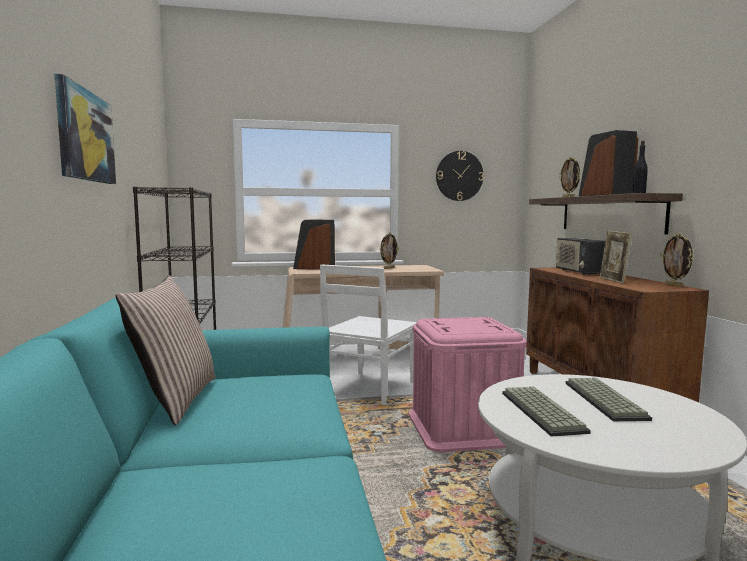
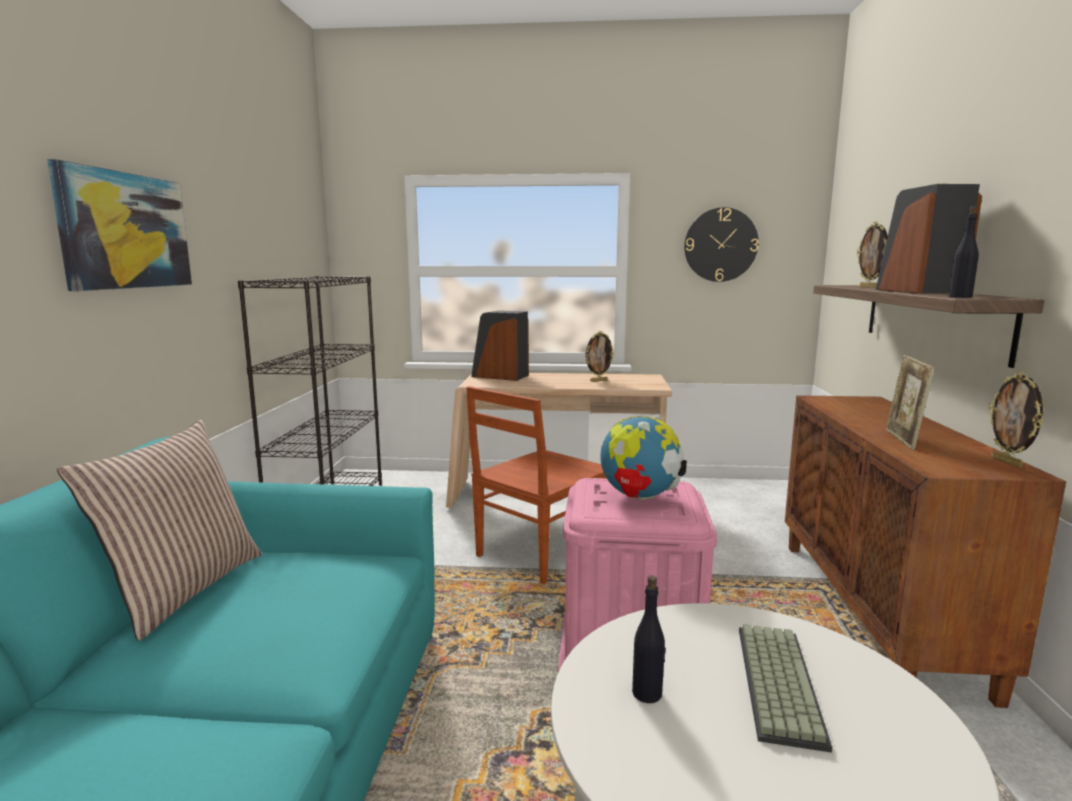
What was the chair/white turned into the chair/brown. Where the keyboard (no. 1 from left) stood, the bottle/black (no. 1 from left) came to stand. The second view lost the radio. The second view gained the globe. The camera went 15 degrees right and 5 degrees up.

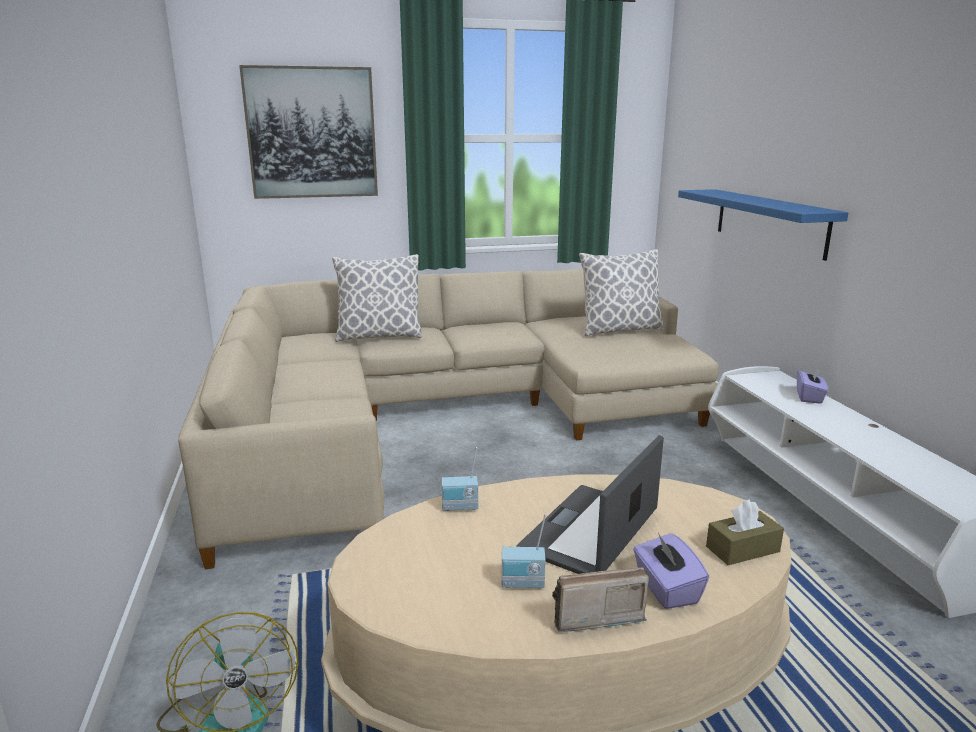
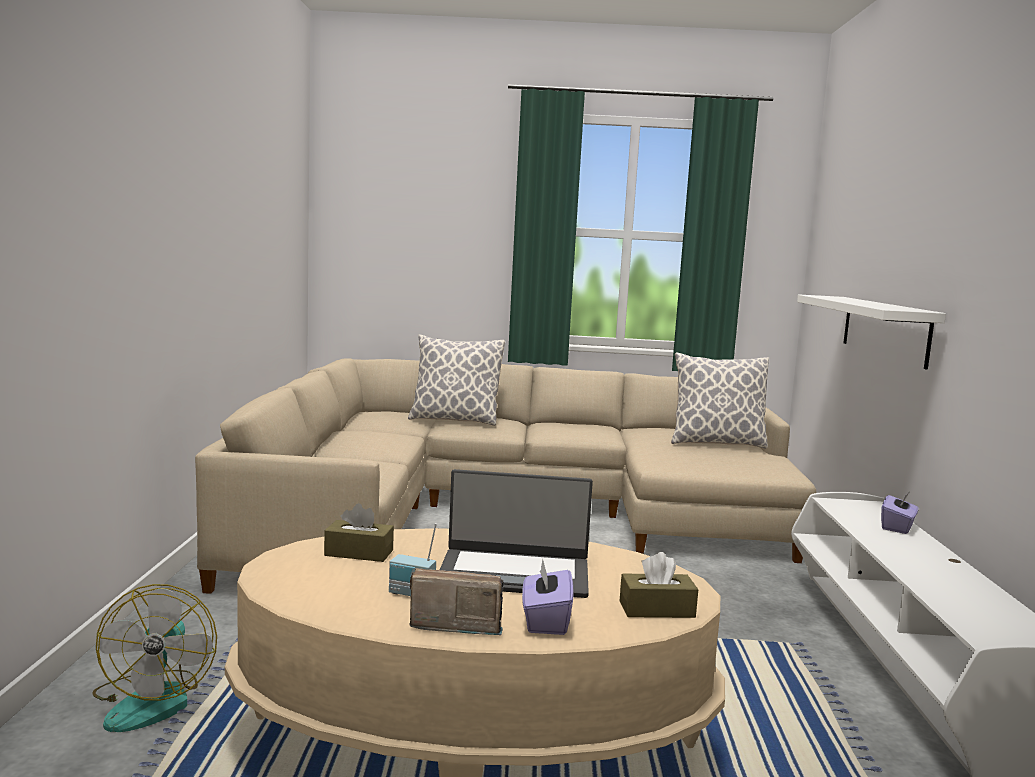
The second view lost the picture. The second view lost the radio (no. 1 from left). The laptop ended up facing another way, 135 degrees counterclockwise from before. What was the shelf/blue turned into the shelf/white. The second view gained the tissue box/brown (no. 1 from left). The camera went 15 degrees right and 10 degrees down.

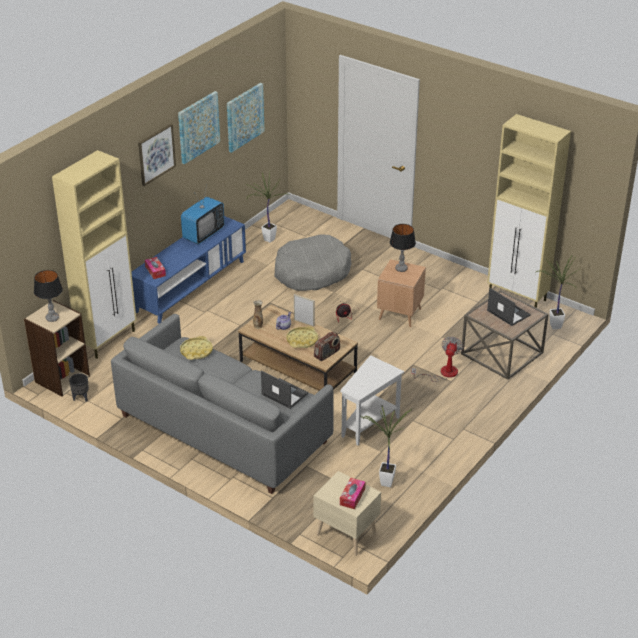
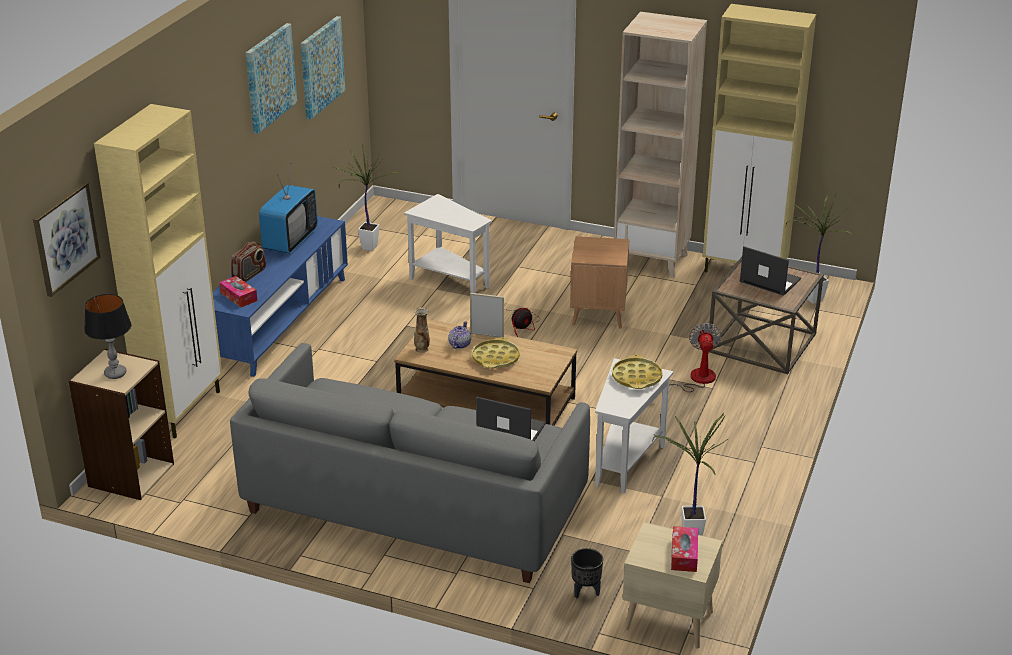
The planter/black ended up elsewhere. The picture (no. 1 from left) ended up elsewhere. The tray/yellow (no. 1 from left in the first image) ended up elsewhere. Where the dog bed/grey stood, the side table/white (no. 1 from left) came to stand. The radio ended up elsewhere. The second view lost the table lamp (no. 2 from left). The second view gained the bookcase/beige (no. 2 from left). The camera went 15 degrees left and 5 degrees down.

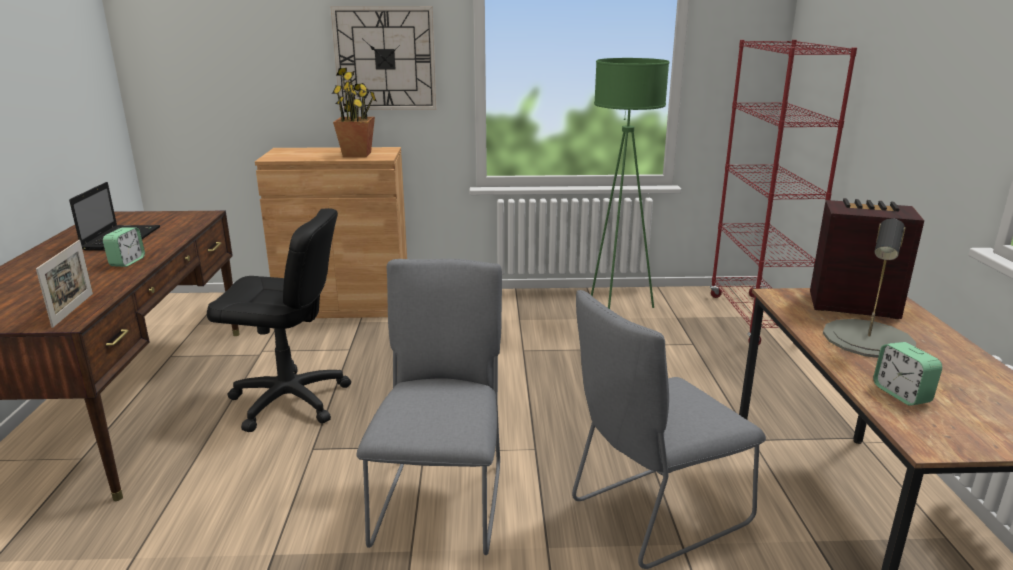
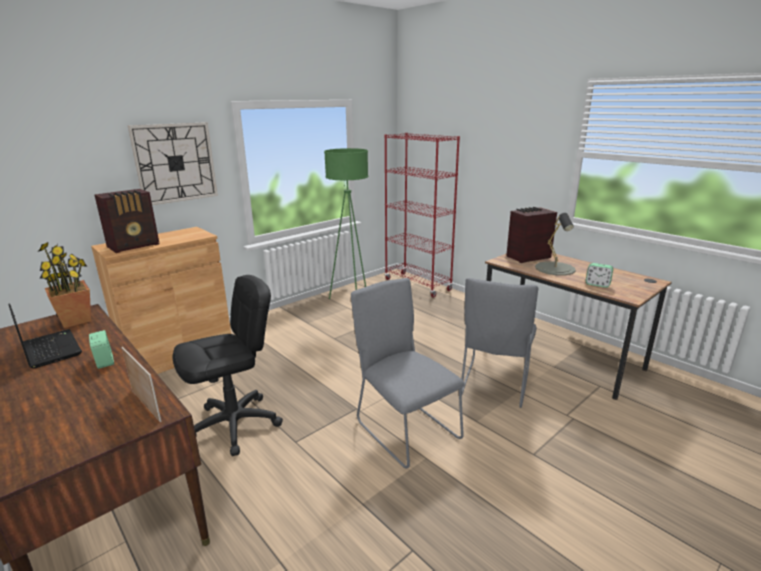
The potted plant ended up elsewhere. The second view gained the radio (no. 1 from left). The camera went 40 degrees left and 0 degrees up.

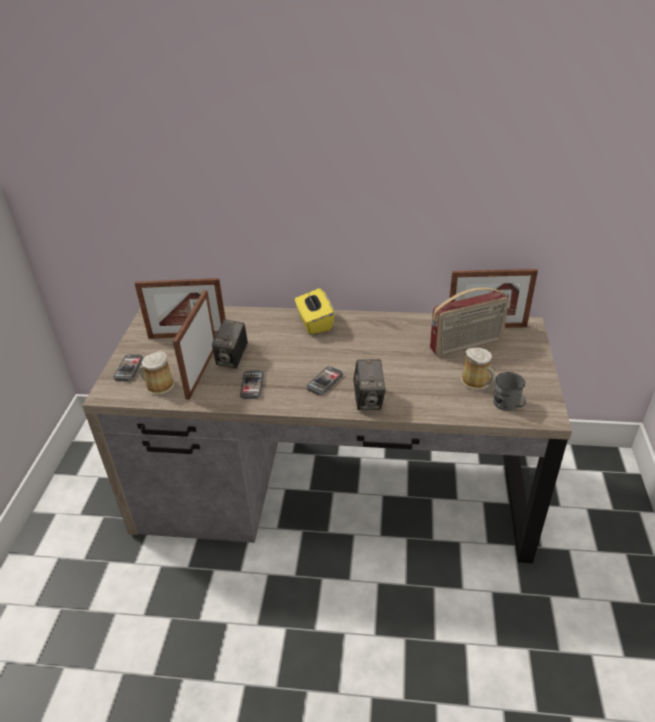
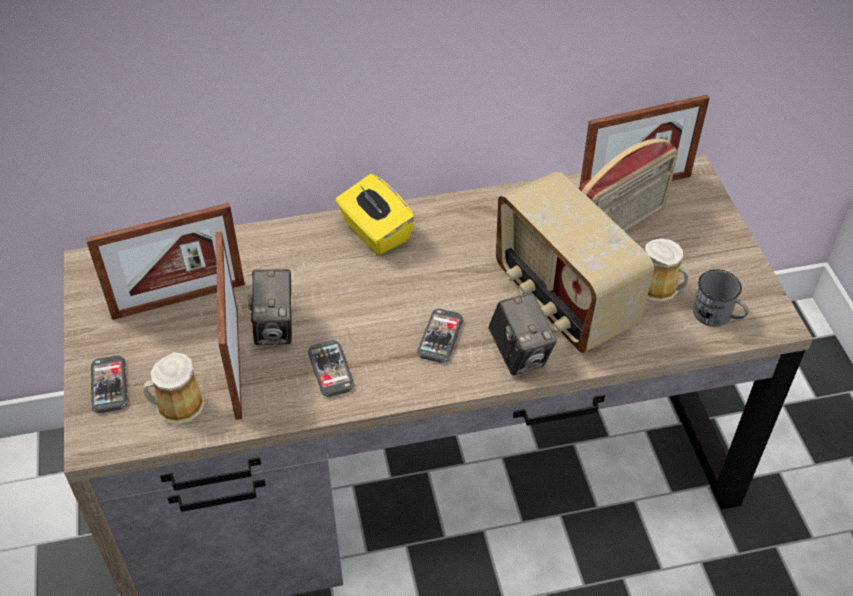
The second view gained the radio (no. 1 from left). The camera went 20 degrees left and 10 degrees up.

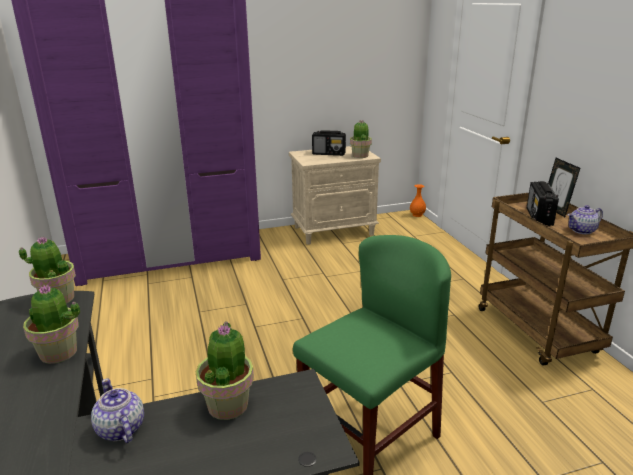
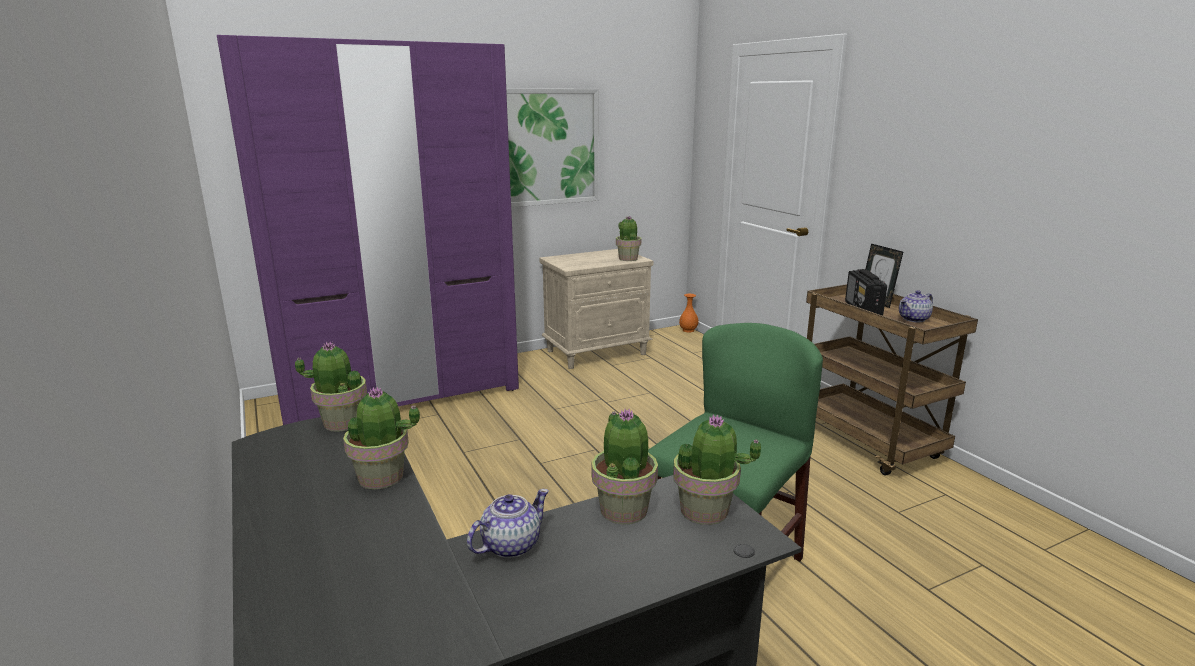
The teapot (no. 1 from left) ended up facing another way, 90 degrees clockwise from before. The second view lost the radio (no. 1 from left). The second view gained the picture. The second view gained the potted plant (no. 5 from left). The camera went 10 degrees left and 5 degrees down.

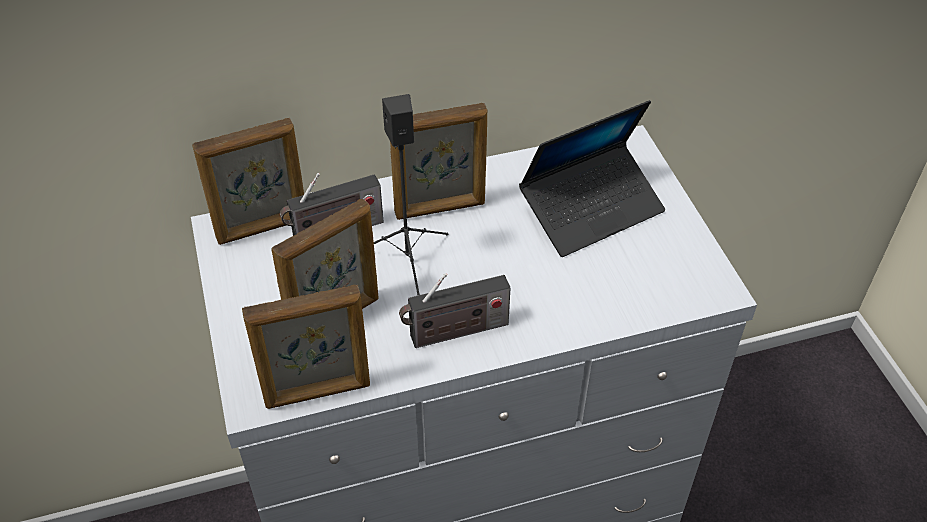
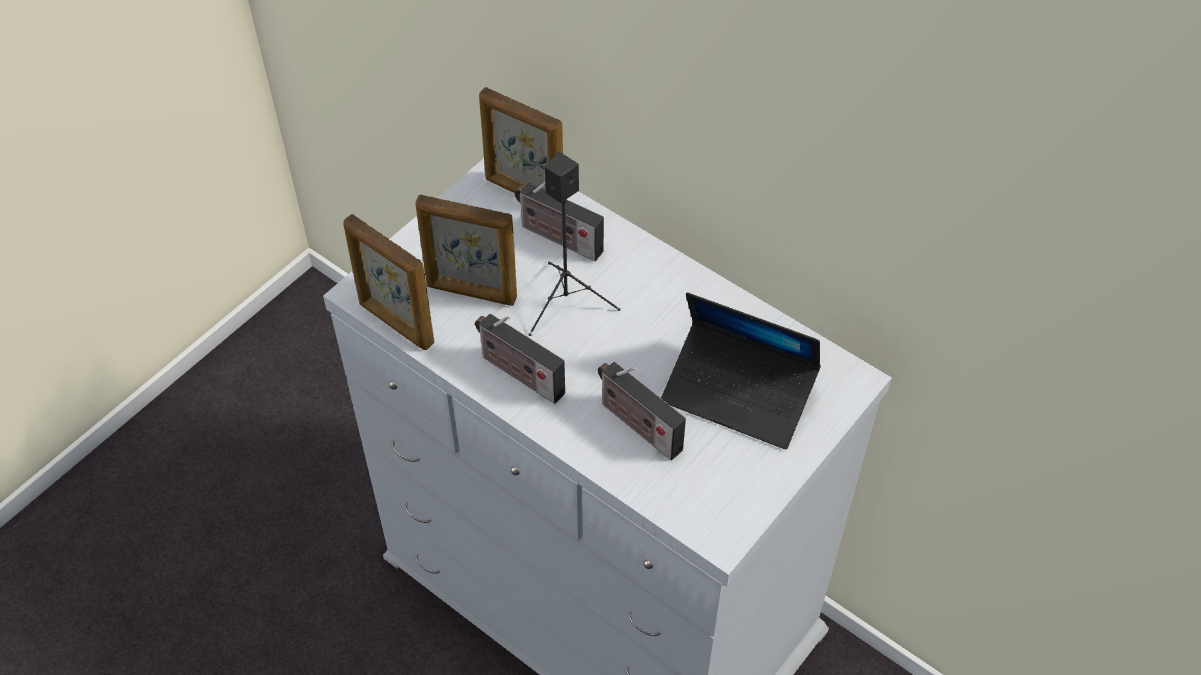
The second view lost the picture frame (no. 4 from left). The second view gained the radio (no. 3 from left). The camera went 55 degrees right and 5 degrees up.

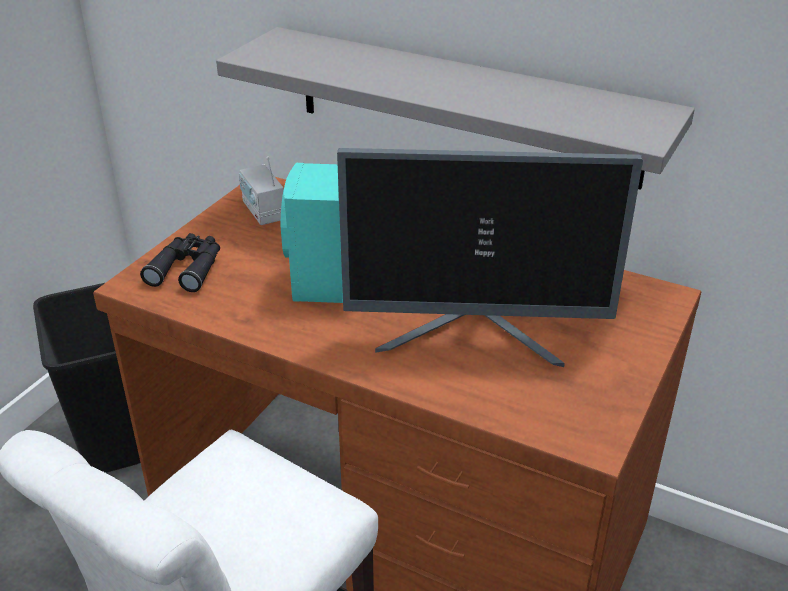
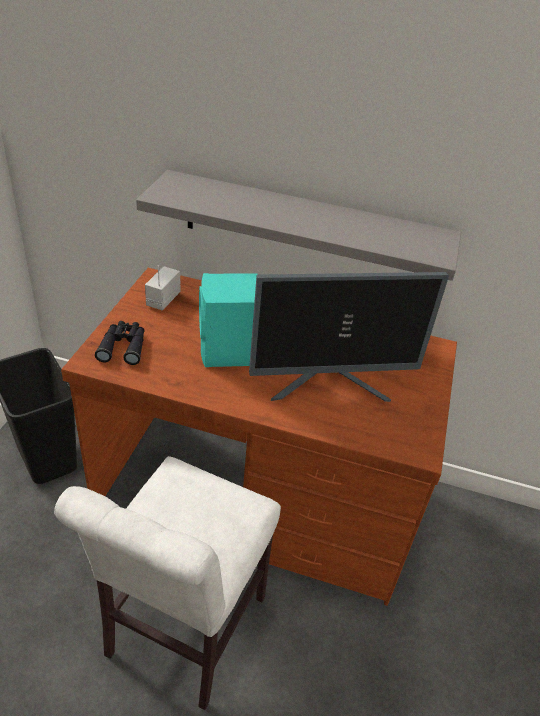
The radio ended up facing another way, 60 degrees clockwise from before. The camera went 15 degrees left and 5 degrees up.

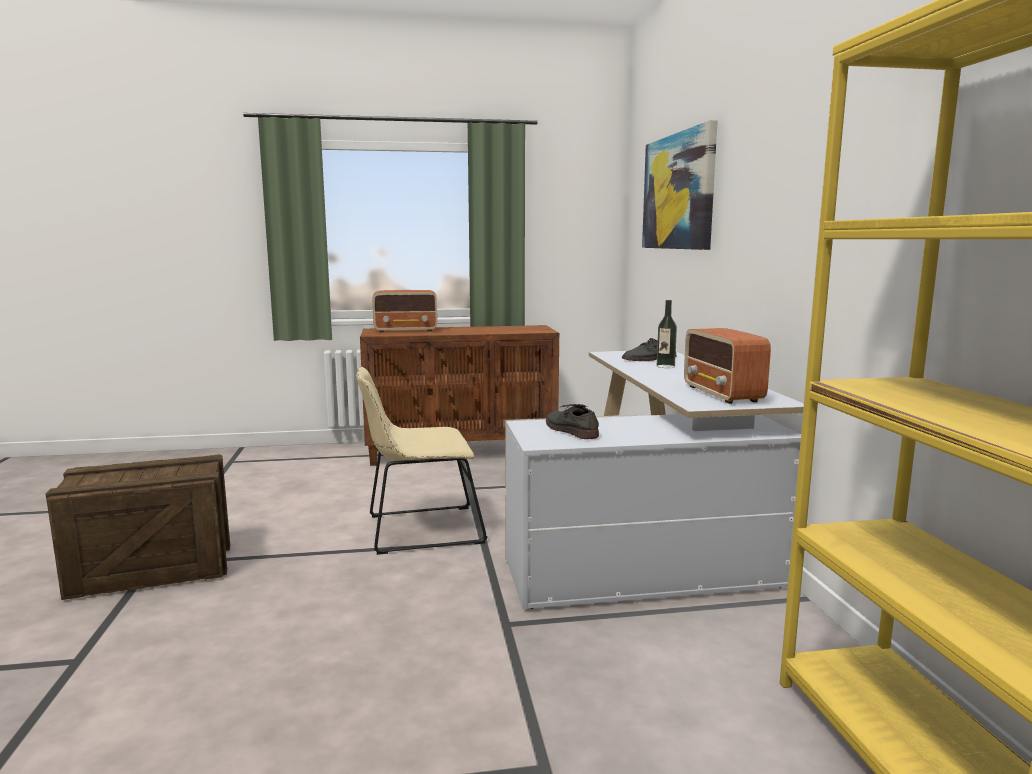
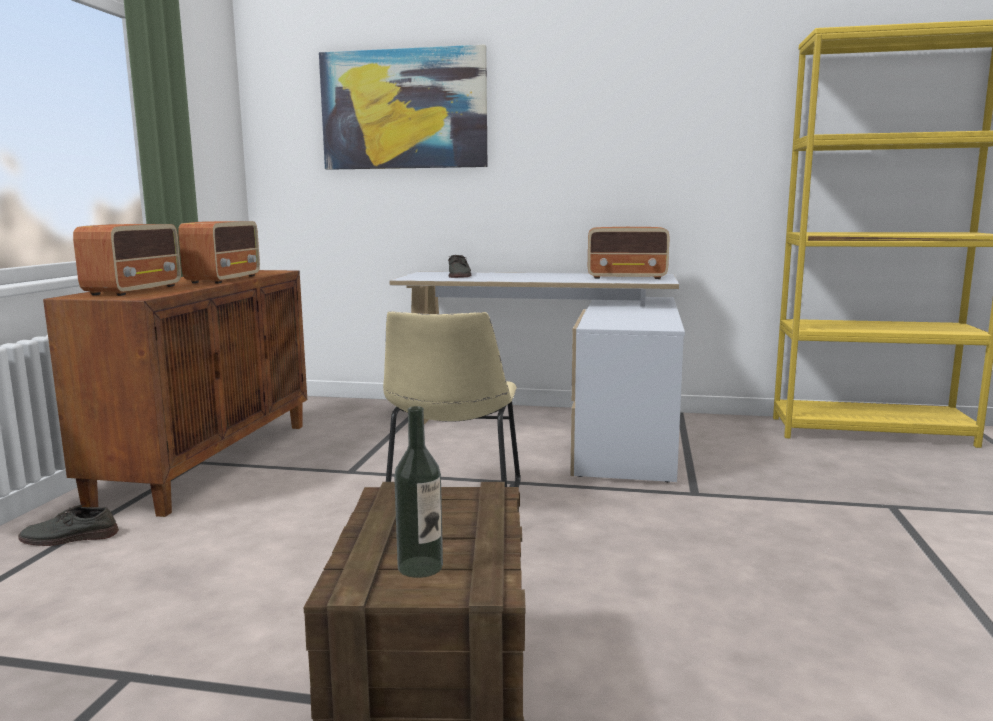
The shoe/grey (no. 1 from left) ended up elsewhere. The bottle ended up elsewhere. The second view gained the radio (no. 2 from left). The camera went 70 degrees left and 0 degrees up.

